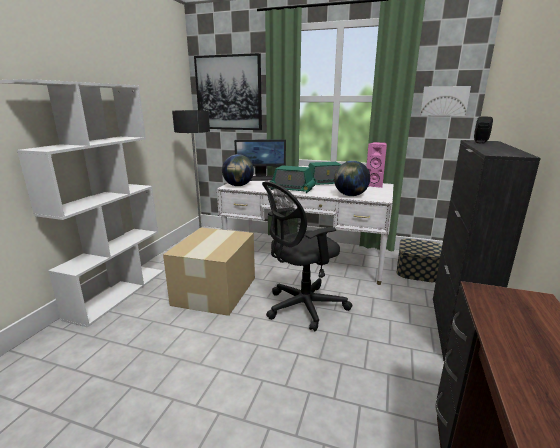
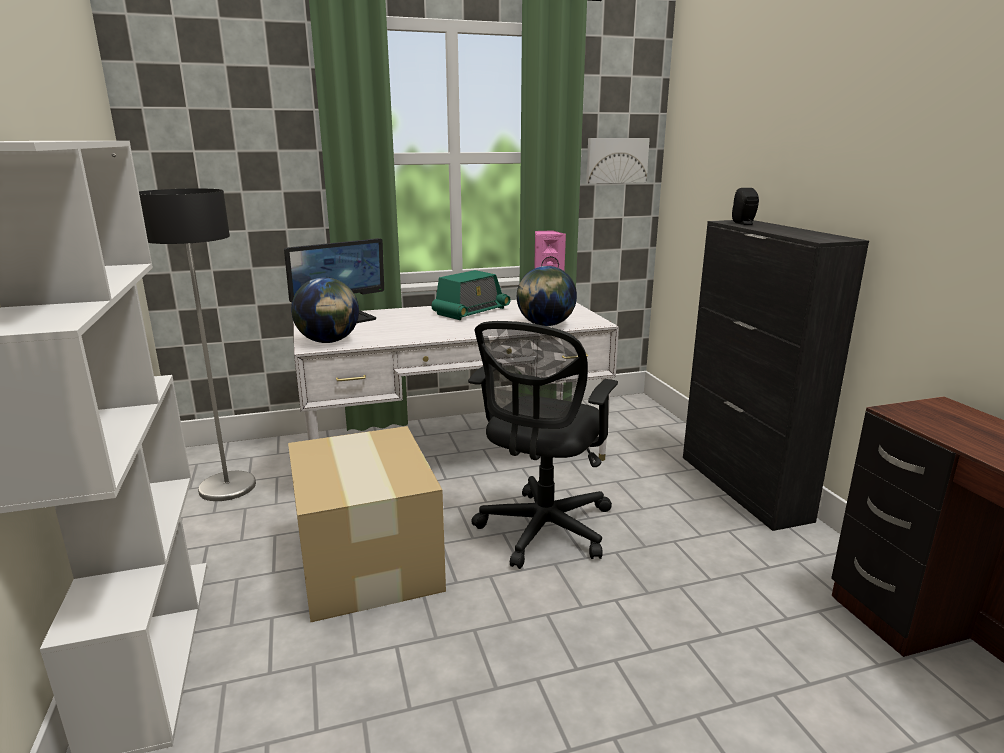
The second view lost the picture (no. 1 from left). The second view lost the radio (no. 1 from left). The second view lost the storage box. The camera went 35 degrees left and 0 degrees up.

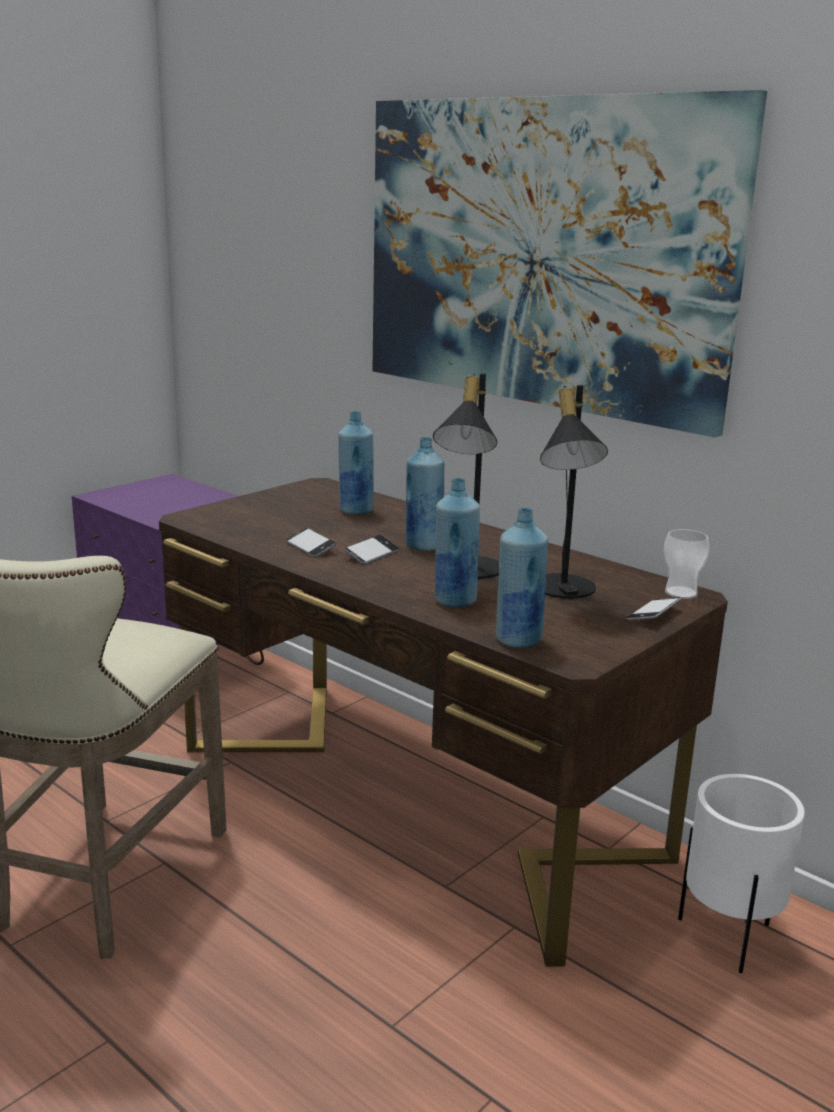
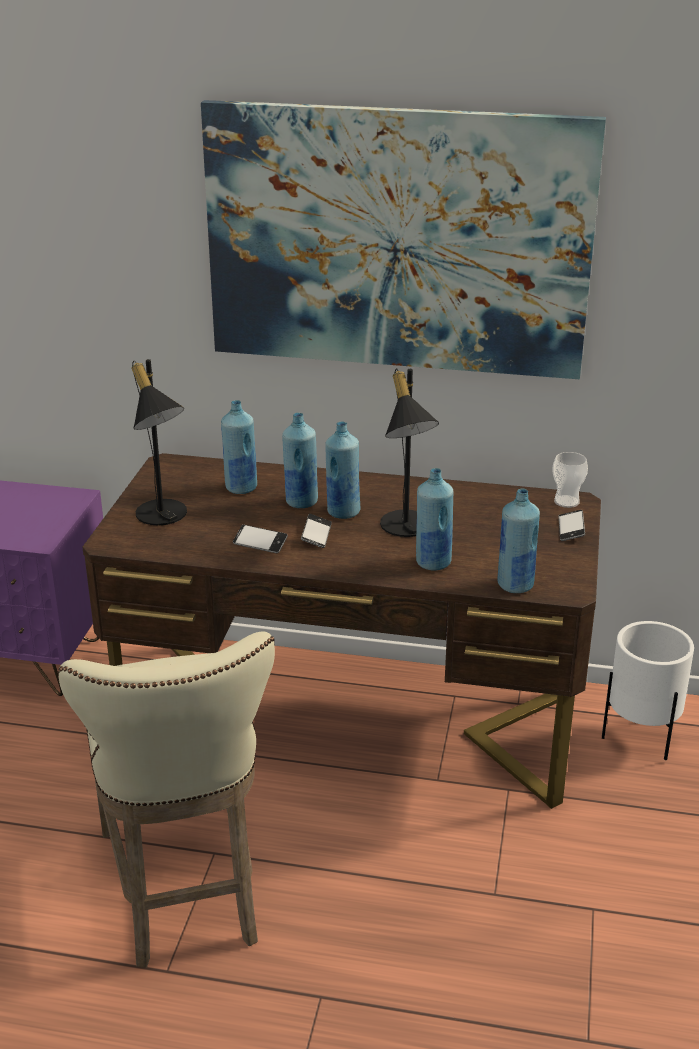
The table lamp/black (no. 2 from left in the first image) ended up elsewhere. The second view gained the bottle/blue (no. 2 from left). The camera went 30 degrees left and 10 degrees up.

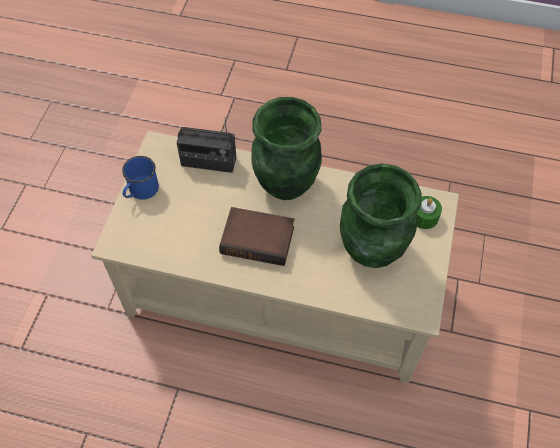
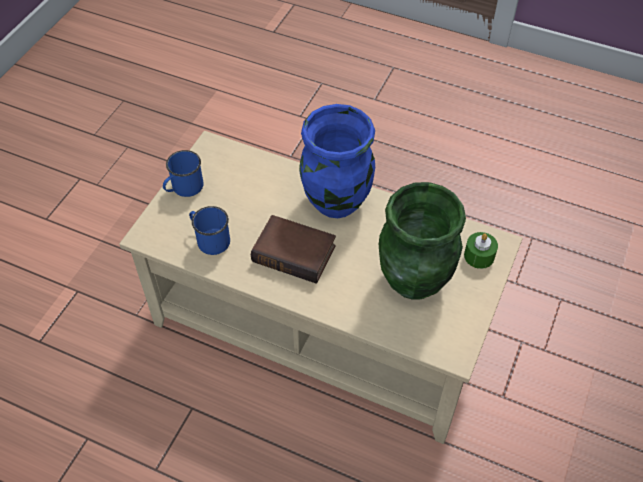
The second view lost the radio. What was the vase/green (no. 1 from left) turned into the vase/blue. The second view gained the mug/blue (no. 2 from left). The camera went 10 degrees right and 5 degrees down.

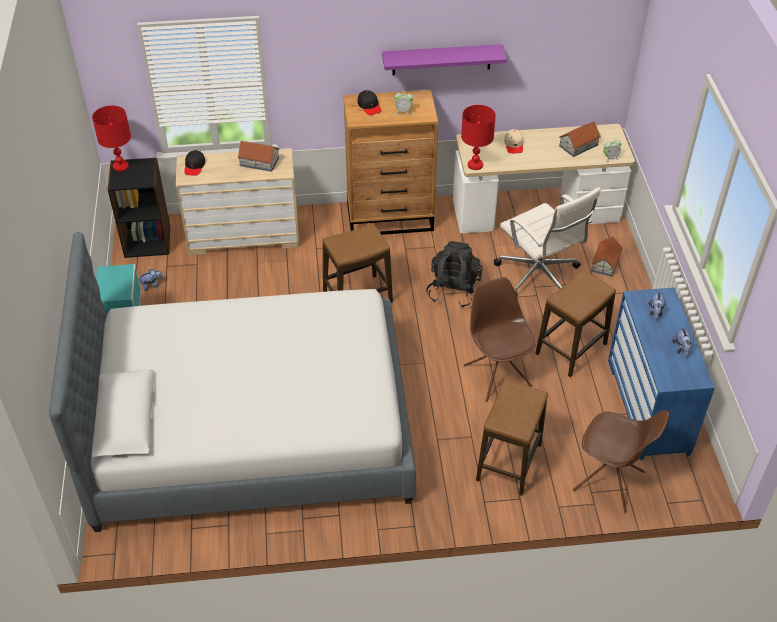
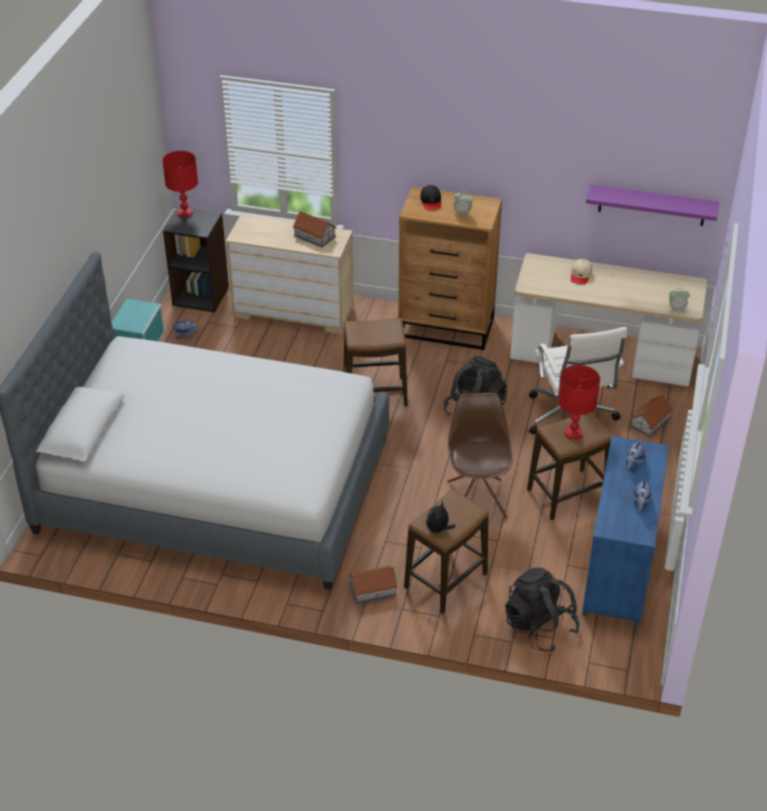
The second view lost the cap/black (no. 1 from left). The shelf/purple ended up elsewhere. The table lamp/red (no. 2 from left) ended up elsewhere. The toy house (no. 2 from left) ended up elsewhere. Where the chair/brown (no. 2 from left) stood, the backpack/black (no. 2 from left) came to stand. The second view gained the plush toy (no. 2 from left). The camera went 20 degrees right and 5 degrees down.

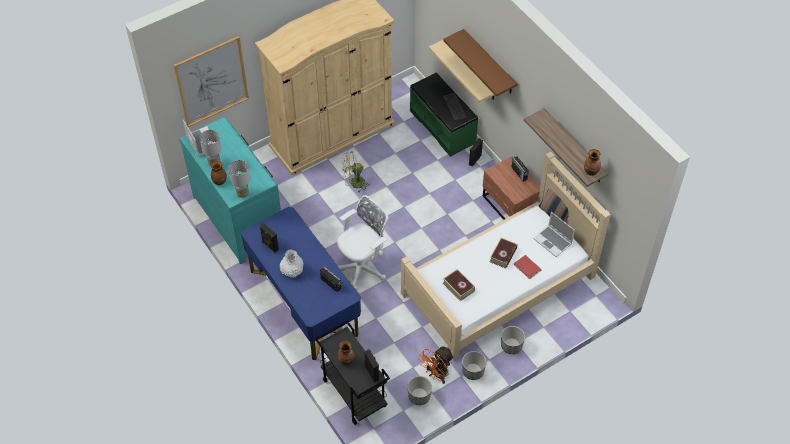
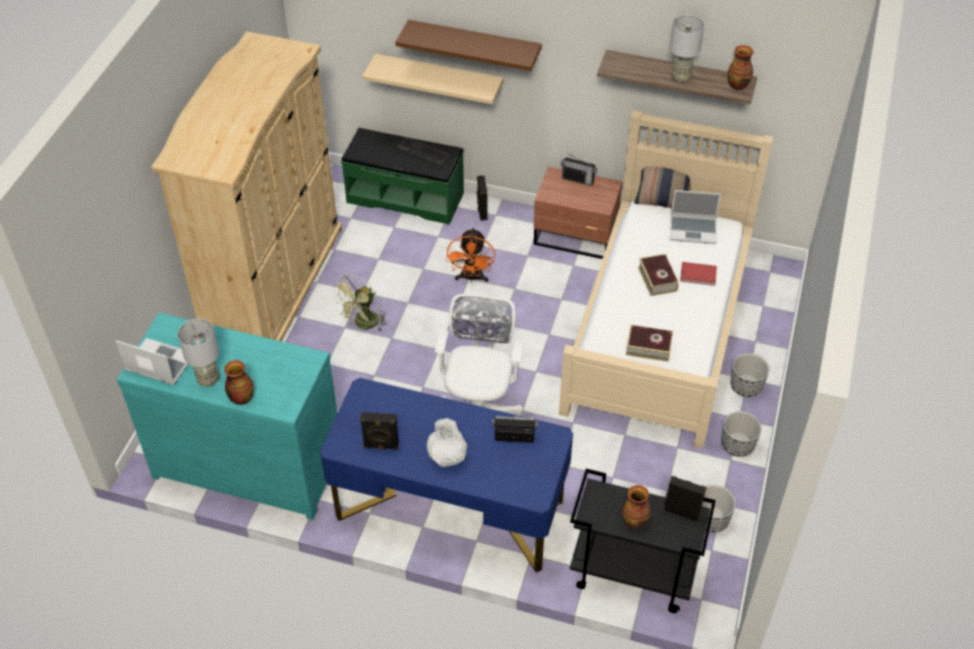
The second view lost the picture. The table lamp/grey (no. 2 from left) ended up elsewhere. The fan/orange ended up elsewhere. The camera went 40 degrees left and 5 degrees down.

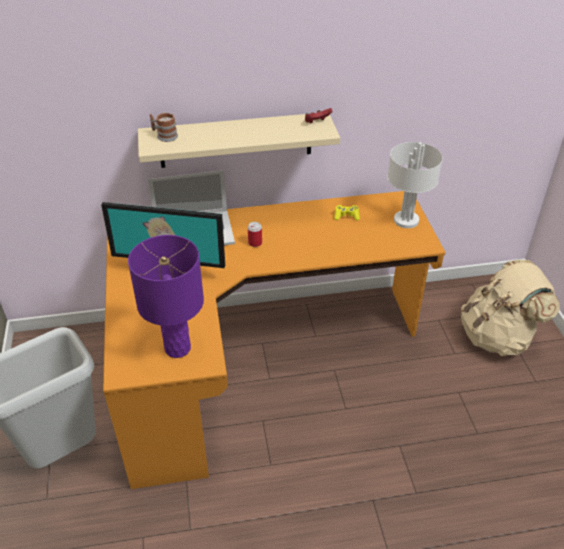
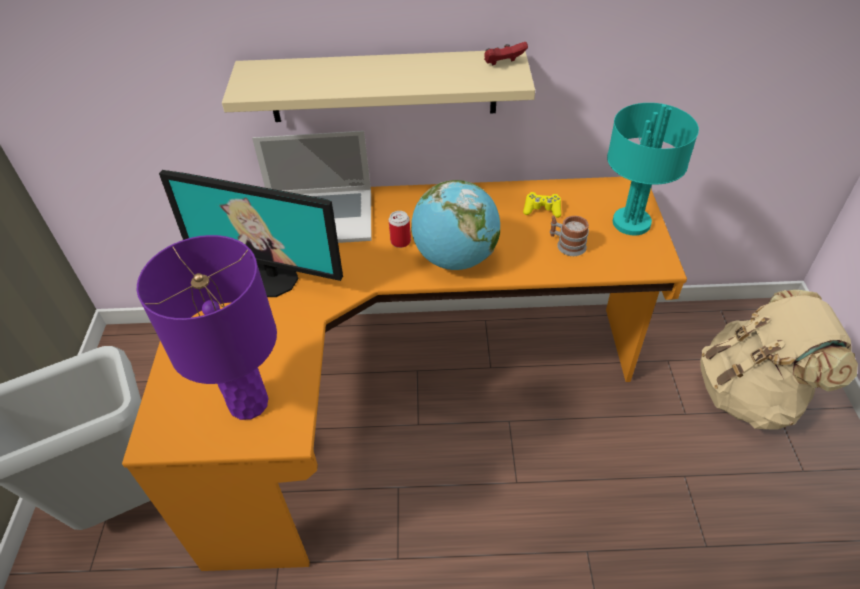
The mug ended up elsewhere. What was the table lamp/white turned into the table lamp/turquoise. The second view gained the globe. The camera went 10 degrees right and 5 degrees up.

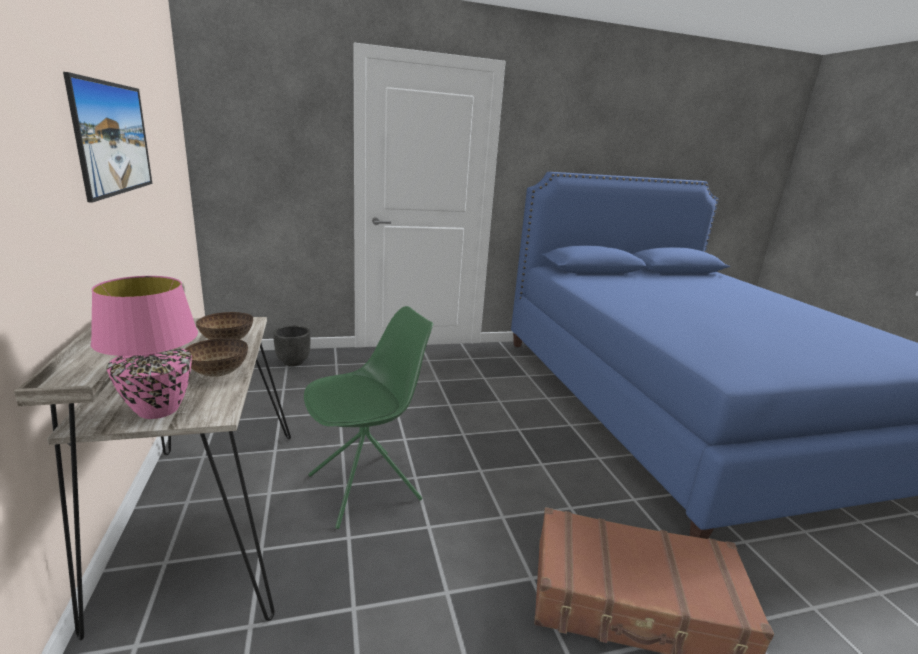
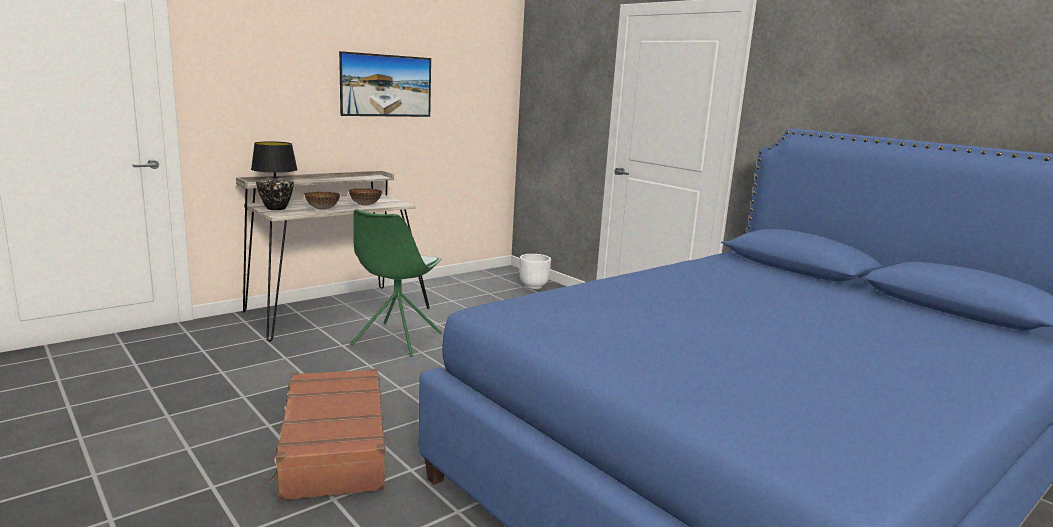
What was the table lamp/pink turned into the table lamp/black. What was the planter/black turned into the planter/white. The chair/green ended up facing another way, 75 degrees clockwise from before. The camera went 65 degrees right and 5 degrees down.

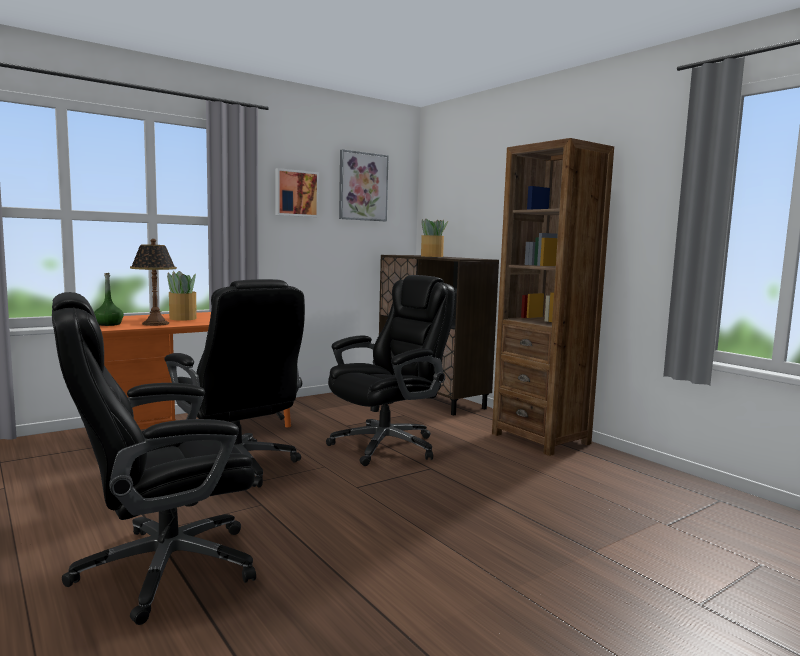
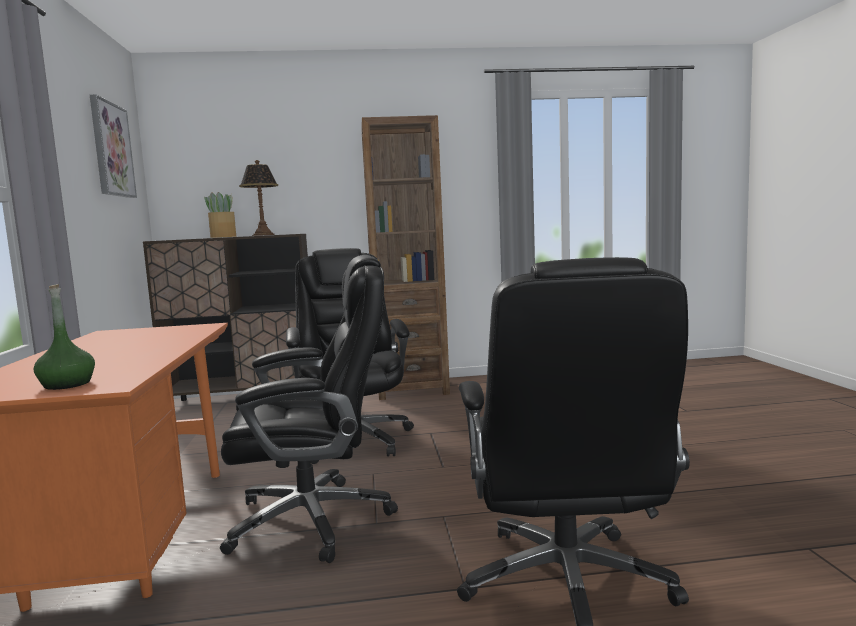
The table lamp ended up elsewhere. The second view lost the potted plant (no. 1 from left). The second view lost the picture (no. 1 from left). The camera went 60 degrees left and 0 degrees up.

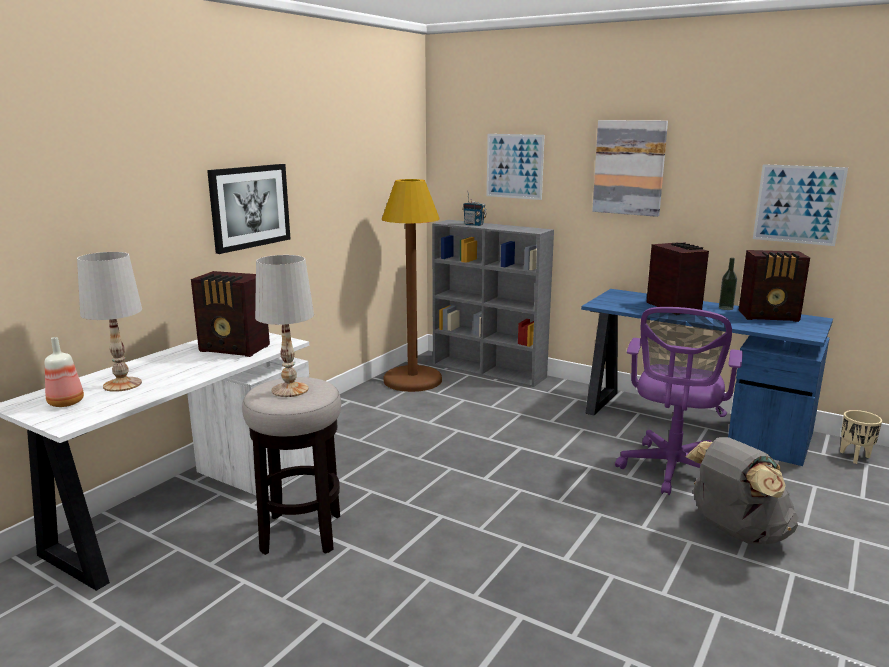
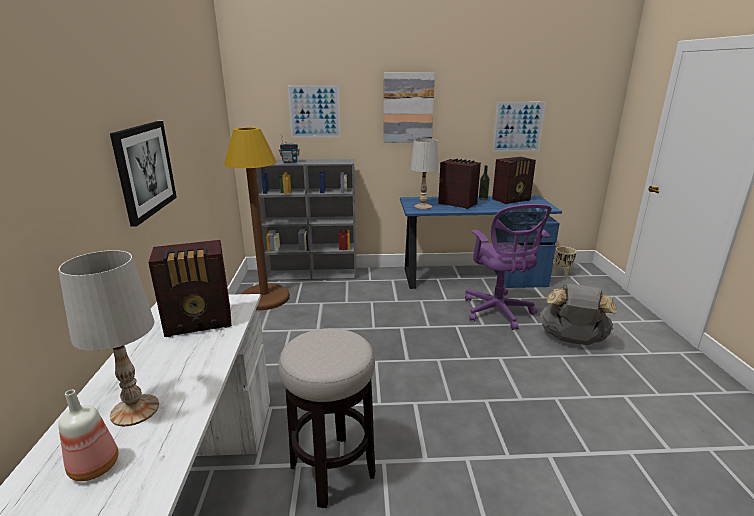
The table lamp/white (no. 2 from left) ended up elsewhere. The camera went 35 degrees left and 5 degrees up.

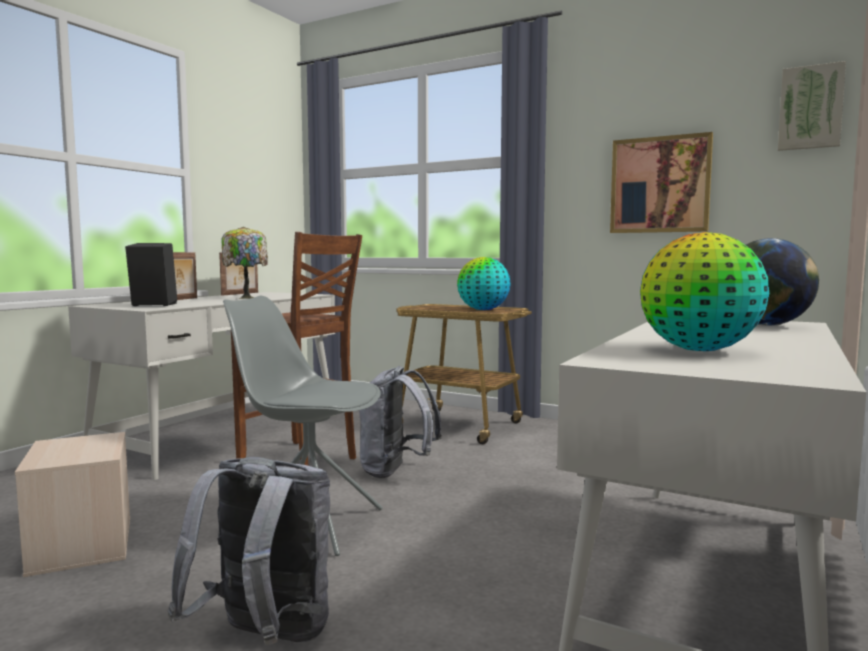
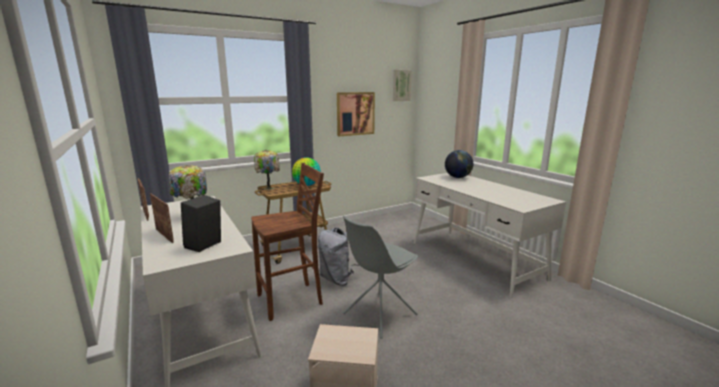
The second view lost the backpack/grey (no. 1 from left). The second view lost the globe (no. 2 from left). The second view gained the table lamp (no. 2 from left). The camera went 60 degrees left and 10 degrees up.

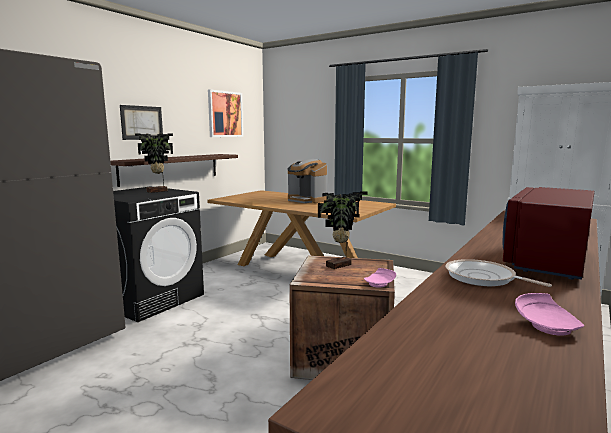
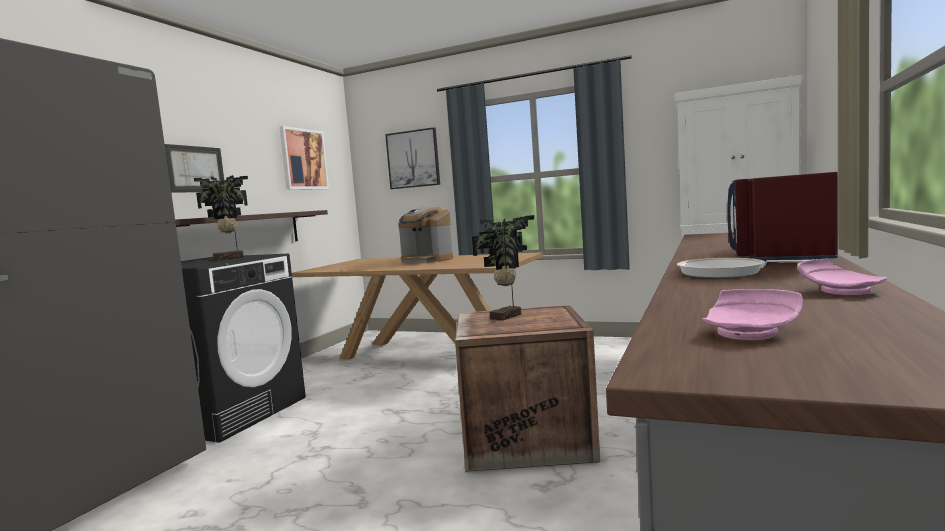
The plate/pink (no. 1 from left) ended up elsewhere. The second view gained the picture (no. 3 from left). The camera went 10 degrees left and 5 degrees down.

